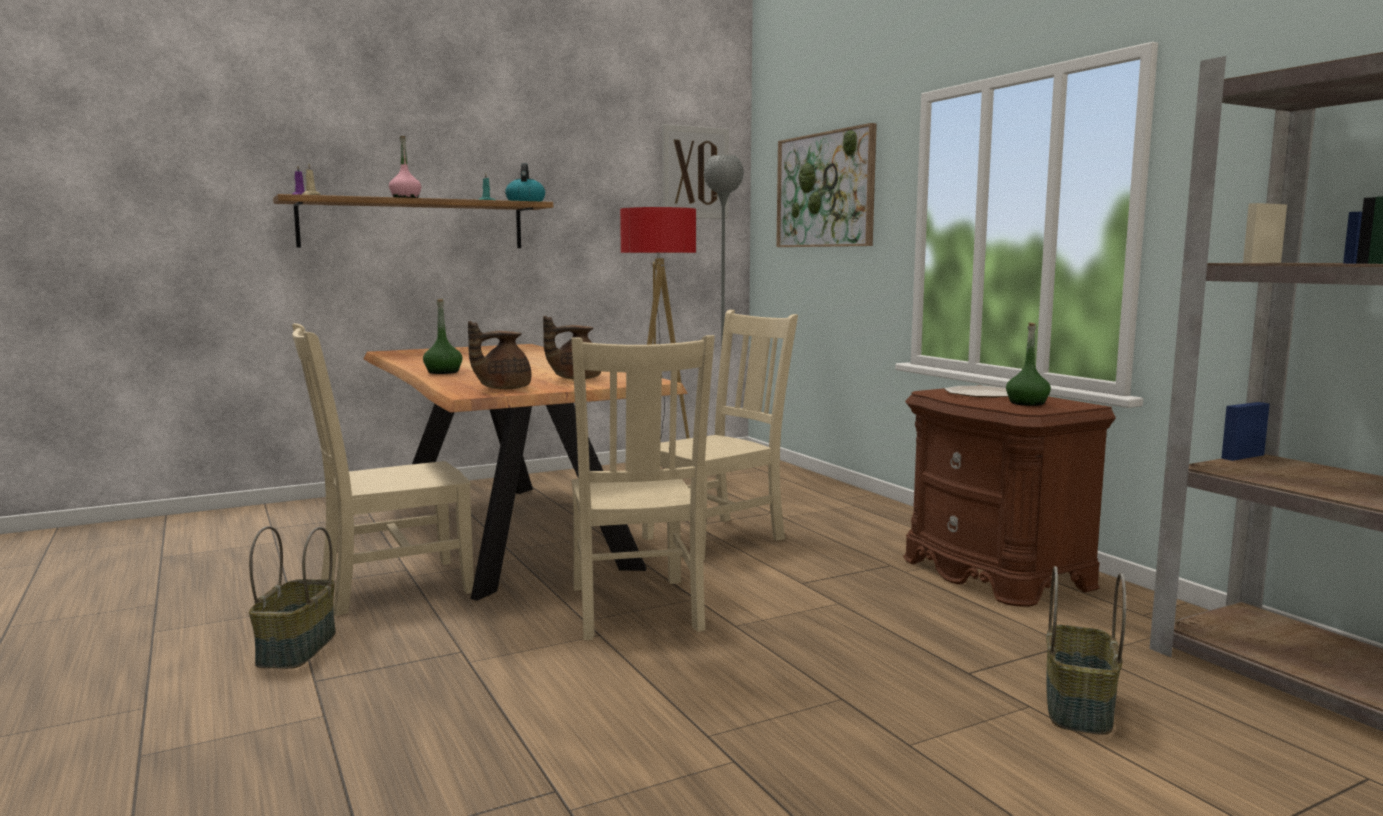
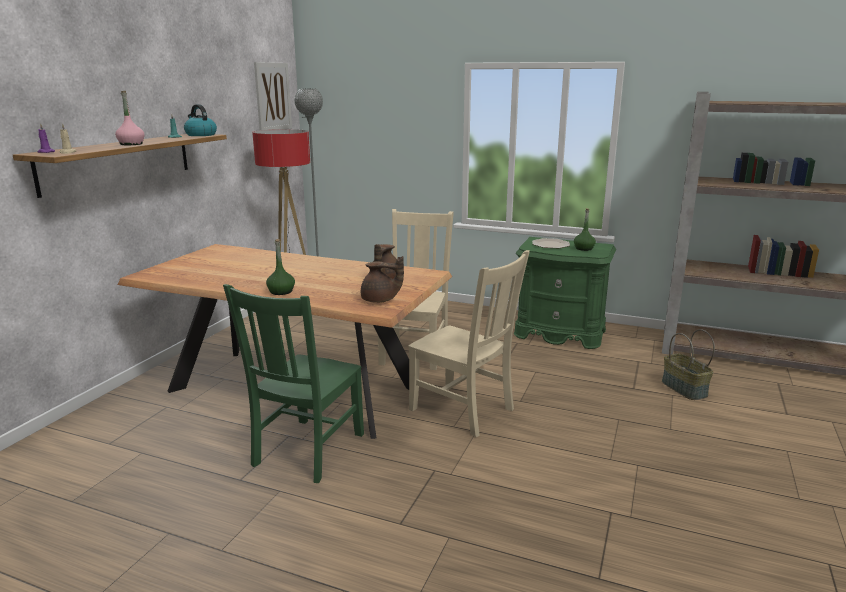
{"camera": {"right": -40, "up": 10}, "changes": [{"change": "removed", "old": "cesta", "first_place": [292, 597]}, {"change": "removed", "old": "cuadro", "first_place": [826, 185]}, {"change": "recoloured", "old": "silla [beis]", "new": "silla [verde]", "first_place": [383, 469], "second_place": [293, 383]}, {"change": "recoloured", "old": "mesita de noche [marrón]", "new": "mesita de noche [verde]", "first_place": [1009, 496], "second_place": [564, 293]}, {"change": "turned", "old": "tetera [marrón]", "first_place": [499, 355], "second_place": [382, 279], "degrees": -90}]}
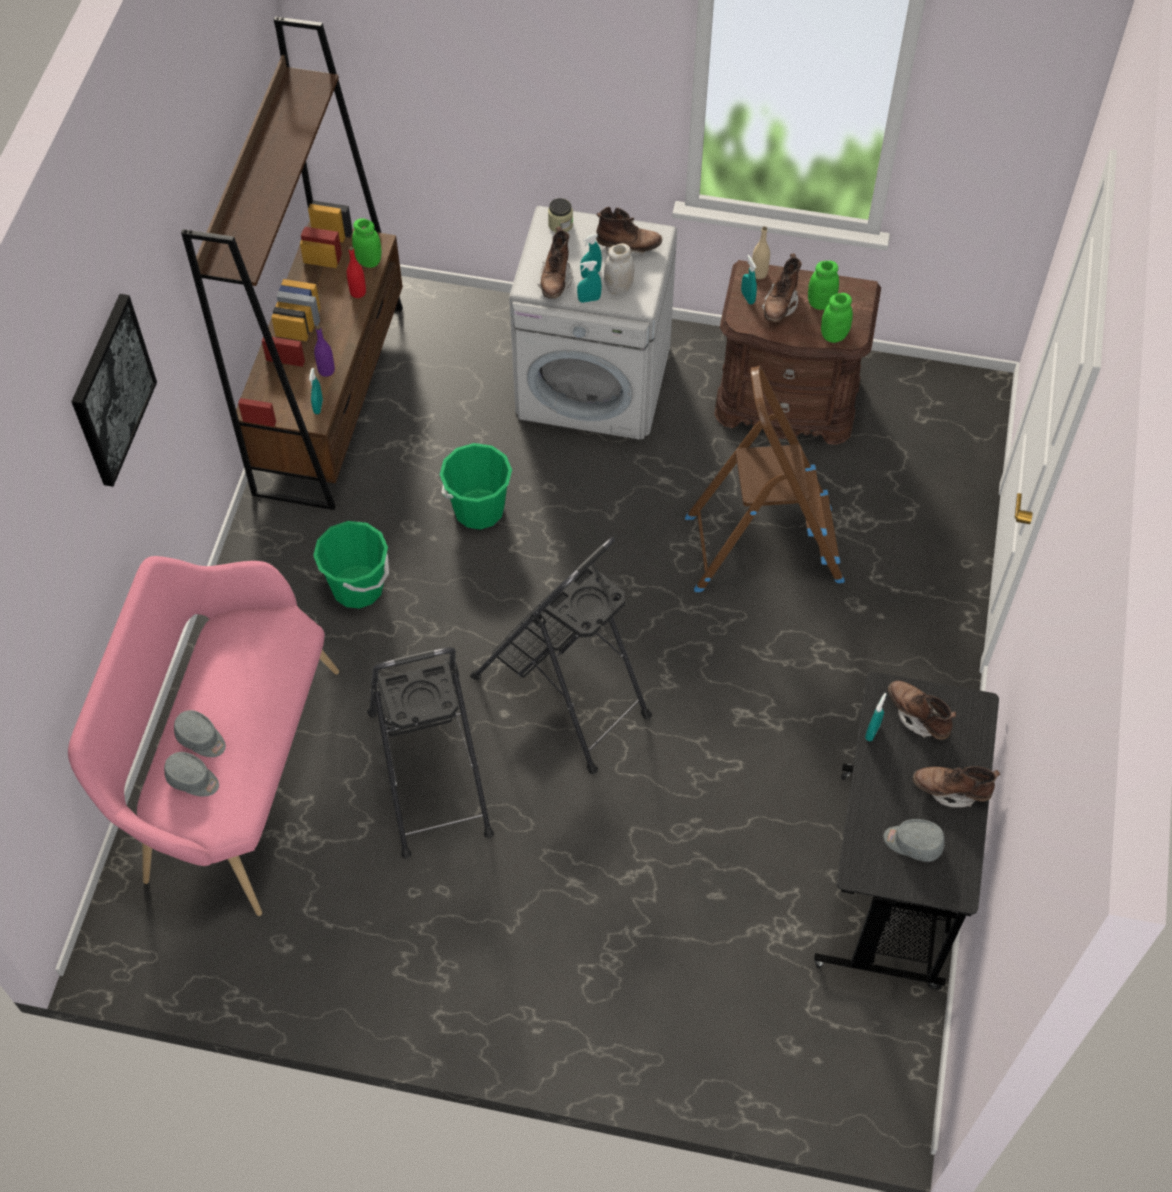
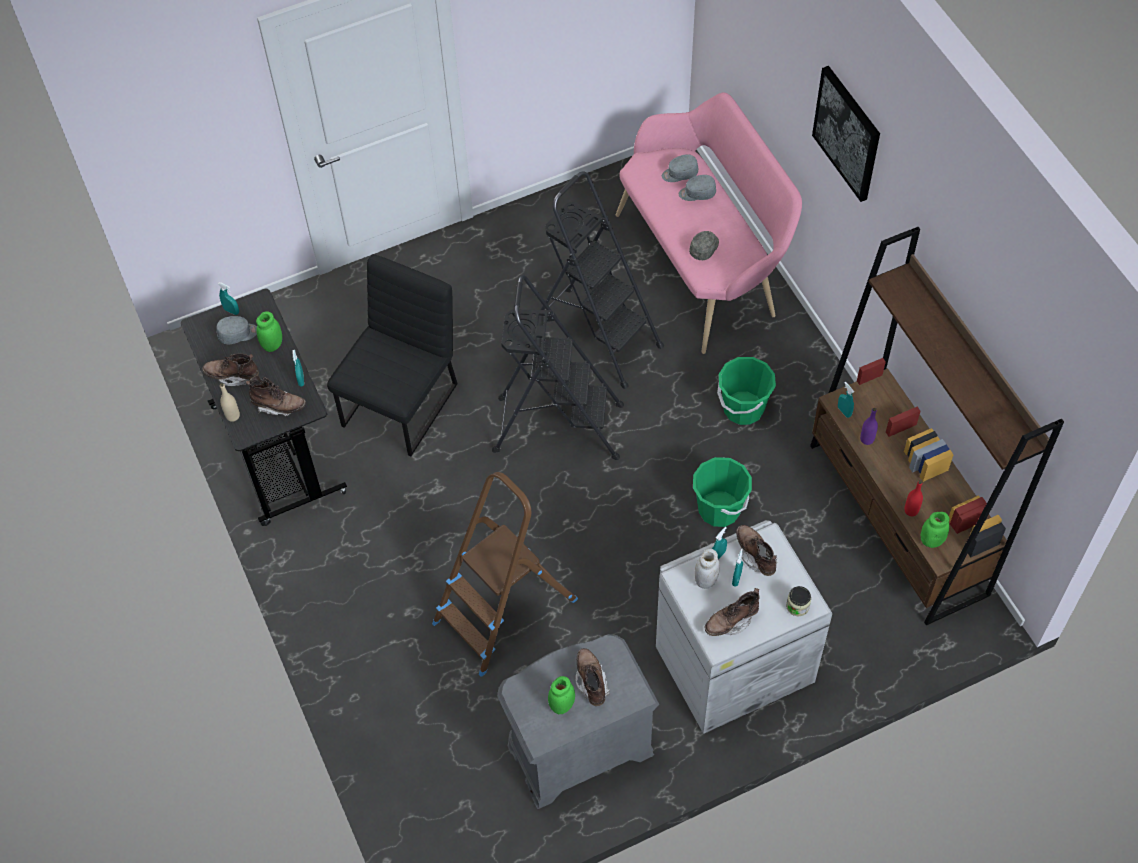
{"camera": {"right": 145, "up": 0}, "changes": [{"change": "added", "new": "silla [negro]", "second_place": [392, 355]}, {"change": "added", "new": "gorra [gris]", "second_place": [704, 245]}, {"change": "moved", "old": "pulverizador [turquesa]", "first_place": [749, 279], "second_place": [228, 298]}, {"change": "moved", "old": "botella [beis]", "first_place": [761, 252], "second_place": [230, 402]}, {"change": "moved", "old": "tarro [verde]", "first_place": [837, 318], "second_place": [269, 331]}, {"change": "recoloured", "old": "mesita de noche [marrón]", "new": "mesita de noche [gris]", "first_place": [797, 352], "second_place": [578, 721]}, {"change": "turned", "old": "bota [marrón]", "first_place": [956, 786], "second_place": [230, 369], "degrees": -150}]}
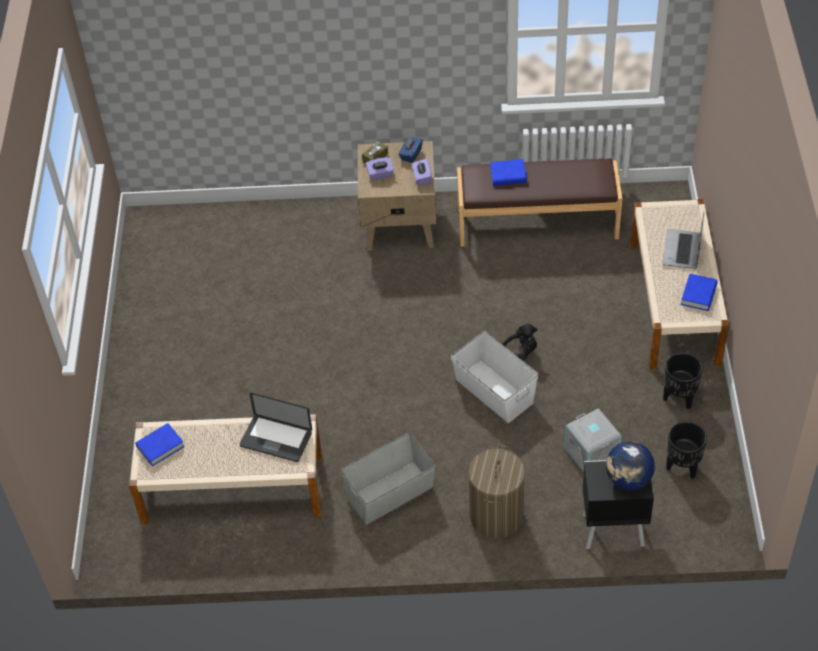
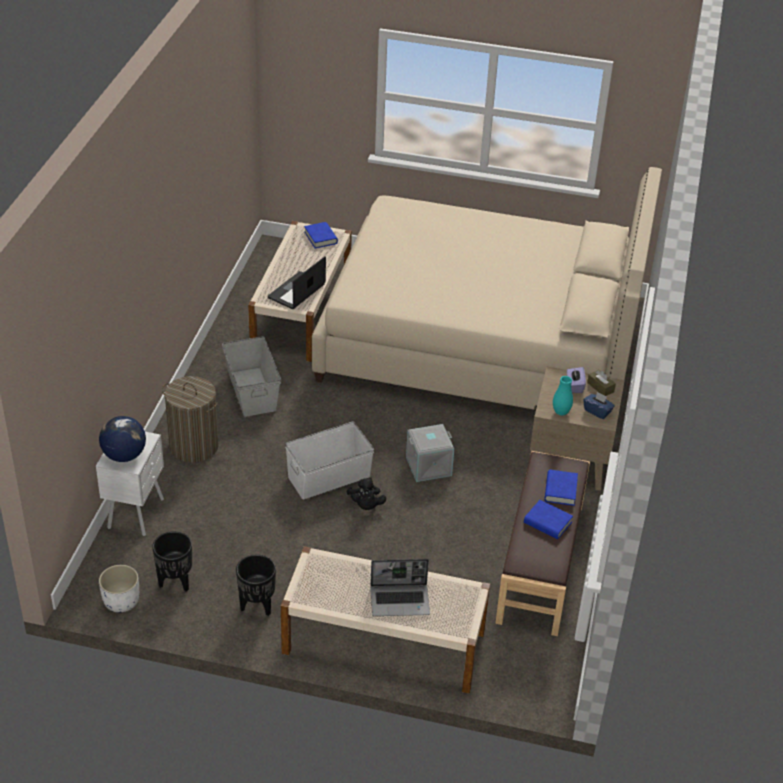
{"camera": {"right": 100, "up": -10}, "changes": [{"change": "added", "new": "maceta [blanco]", "second_place": [119, 589]}, {"change": "added", "new": "cama [beis]", "second_place": [487, 288]}, {"change": "moved", "old": "caja de almacenaje [gris]", "first_place": [593, 440], "second_place": [430, 453]}, {"change": "moved", "old": "libro [azul]", "first_place": [699, 292], "second_place": [548, 519]}, {"change": "replaced", "old": "caja de pañuelos [morado]", "new": "florero [turquesa]", "first_place": [422, 171], "second_place": [563, 395]}, {"change": "recoloured", "old": "mesita de noche [negro]", "new": "mesita de noche [blanco]", "first_place": [618, 504], "second_place": [130, 484]}, {"change": "turned", "old": "portátil", "first_place": [683, 240], "second_place": [400, 587], "degrees": 150}]}
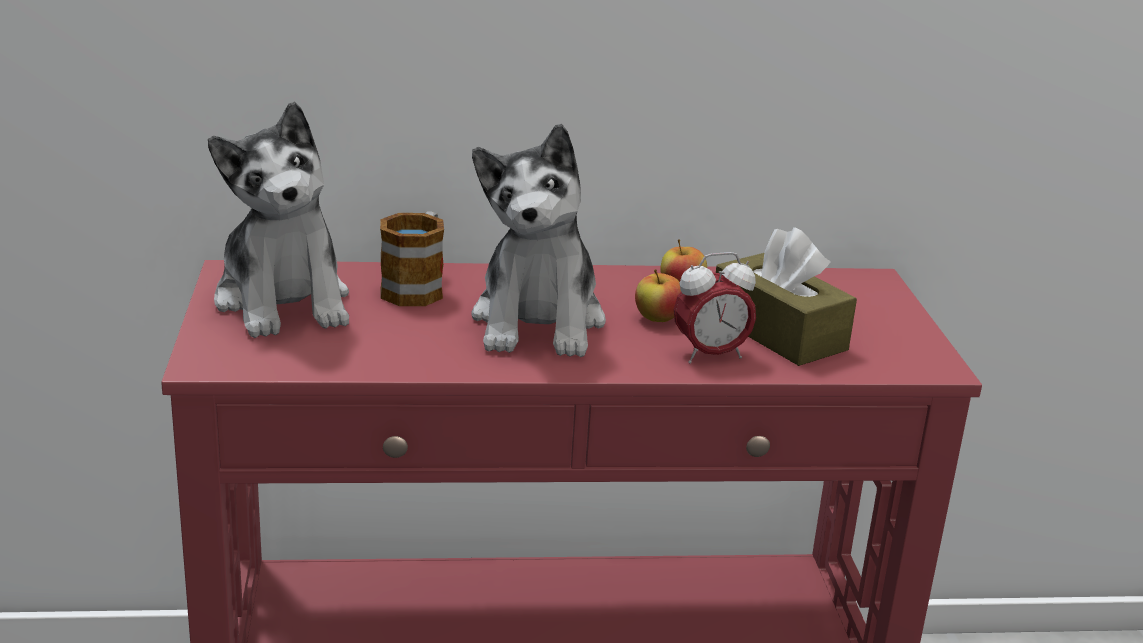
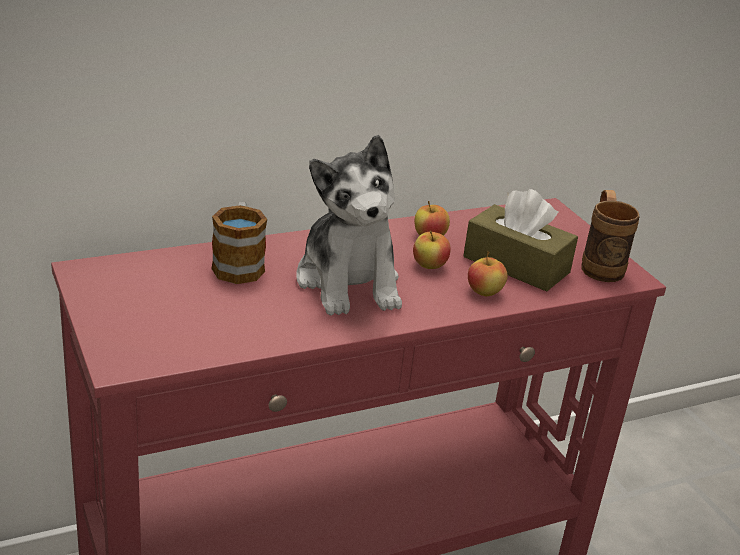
{"camera": {"right": -20, "up": 5}, "changes": [{"change": "removed", "old": "peluche", "first_place": [278, 219]}, {"change": "added", "new": "taza grande [marrón]", "second_place": [610, 236]}, {"change": "replaced", "old": "despertador", "new": "manzana", "first_place": [715, 308], "second_place": [488, 273]}]}
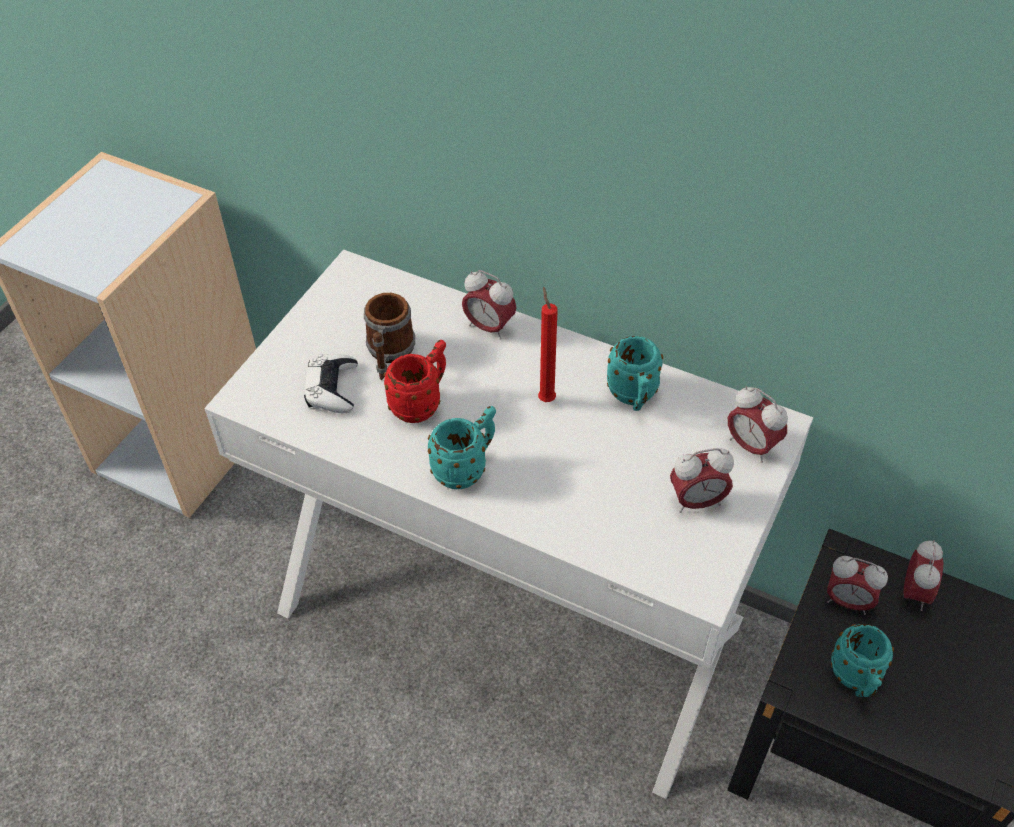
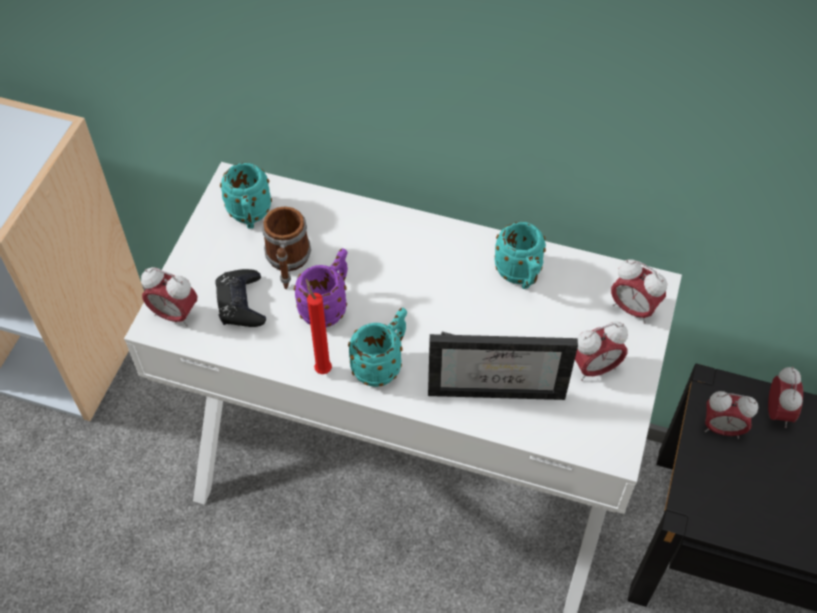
{"camera": {"right": -10, "up": 5}, "changes": [{"change": "added", "new": "portarretratos", "second_place": [503, 365]}, {"change": "moved", "old": "despertador", "first_place": [489, 305], "second_place": [169, 297]}, {"change": "moved", "old": "vela [rojo]", "first_place": [548, 344], "second_place": [319, 326]}, {"change": "moved", "old": "taza grande [turquesa]", "first_place": [862, 660], "second_place": [246, 196]}, {"change": "recoloured", "old": "mando de consola [blanco]", "new": "mando de consola [negro]", "first_place": [331, 383], "second_place": [240, 298]}, {"change": "recoloured", "old": "taza grande [rojo]", "new": "taza grande [morado]", "first_place": [415, 381], "second_place": [321, 287]}]}
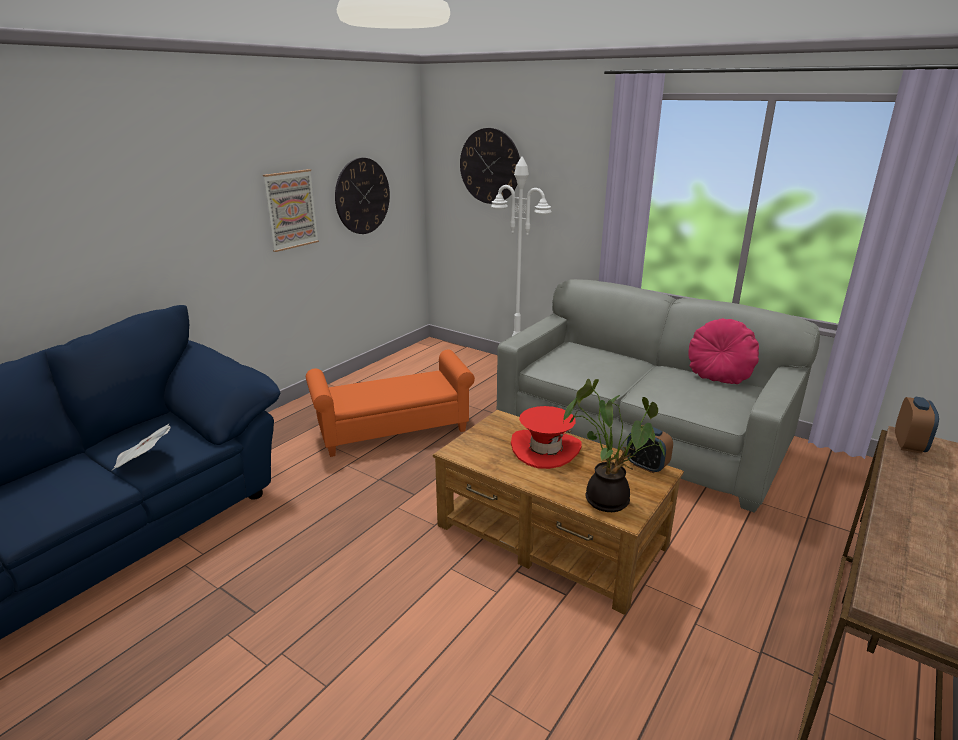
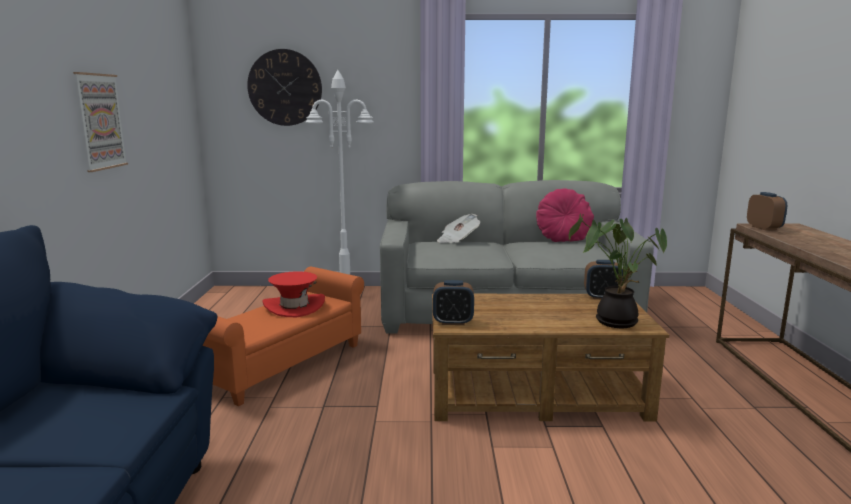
{"camera": {"right": -35, "up": -10}, "changes": [{"change": "removed", "old": "reloj de pared", "first_place": [362, 196]}, {"change": "added", "new": "despertador", "second_place": [453, 302]}, {"change": "moved", "old": "periódico", "first_place": [141, 446], "second_place": [458, 228]}, {"change": "moved", "old": "sombrero [rojo]", "first_place": [546, 437], "second_place": [293, 294]}]}
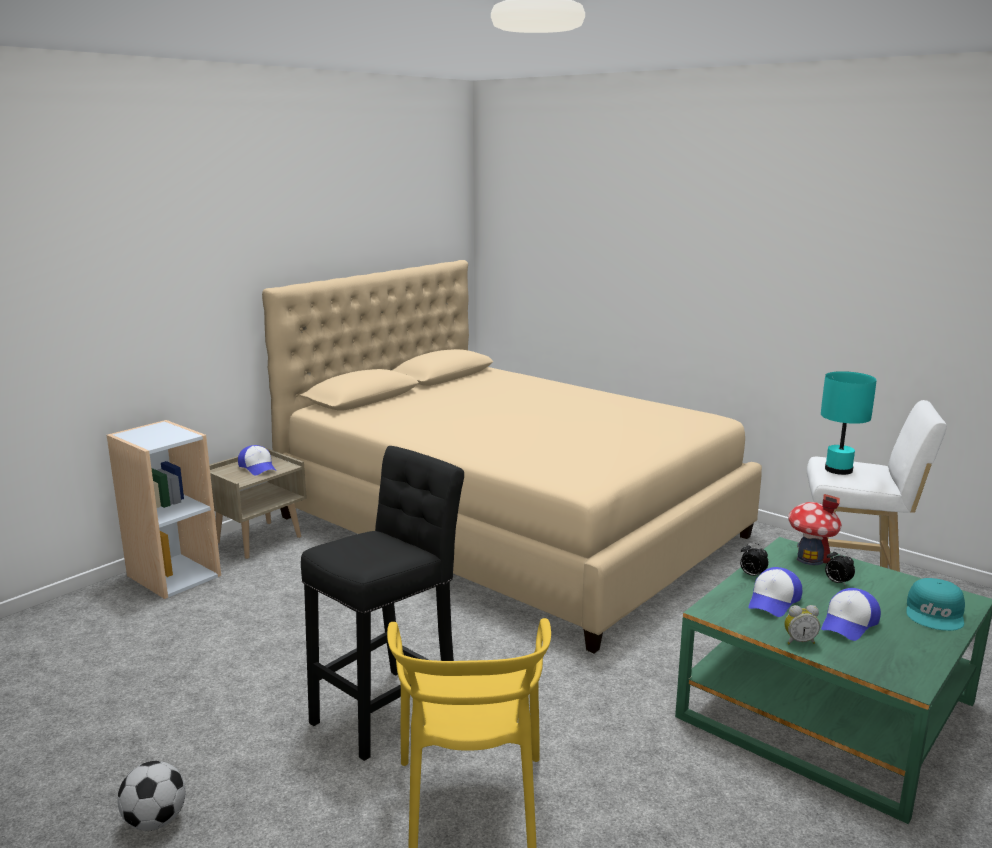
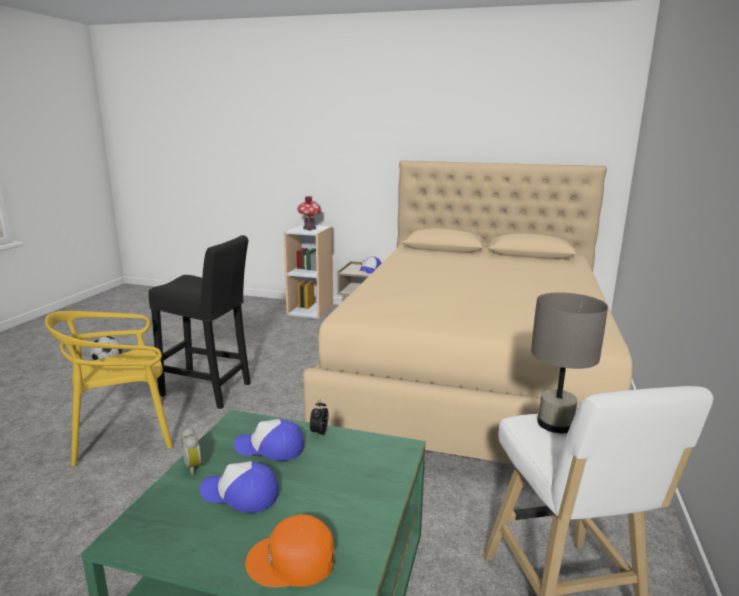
{"camera": {"right": 65, "up": 0}, "changes": [{"change": "removed", "old": "despertador", "first_place": [840, 567]}, {"change": "moved", "old": "casita", "first_place": [815, 529], "second_place": [309, 213]}, {"change": "recoloured", "old": "lámpara de mesa [turquesa]", "new": "lámpara de mesa [gris]", "first_place": [849, 423], "second_place": [569, 362]}, {"change": "recoloured", "old": "gorra [turquesa]", "new": "gorra [naranja]", "first_place": [935, 604], "second_place": [290, 550]}]}
